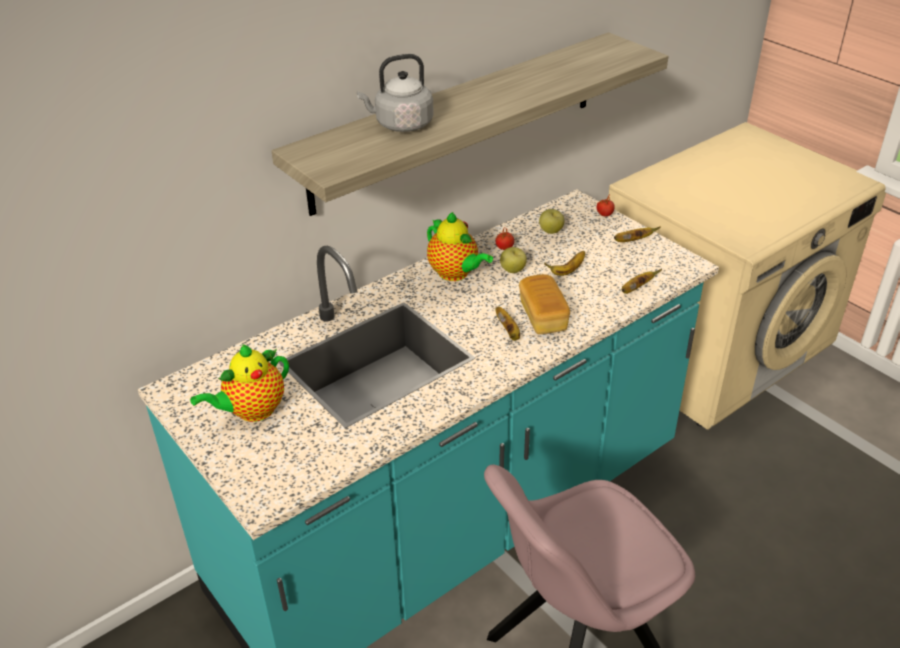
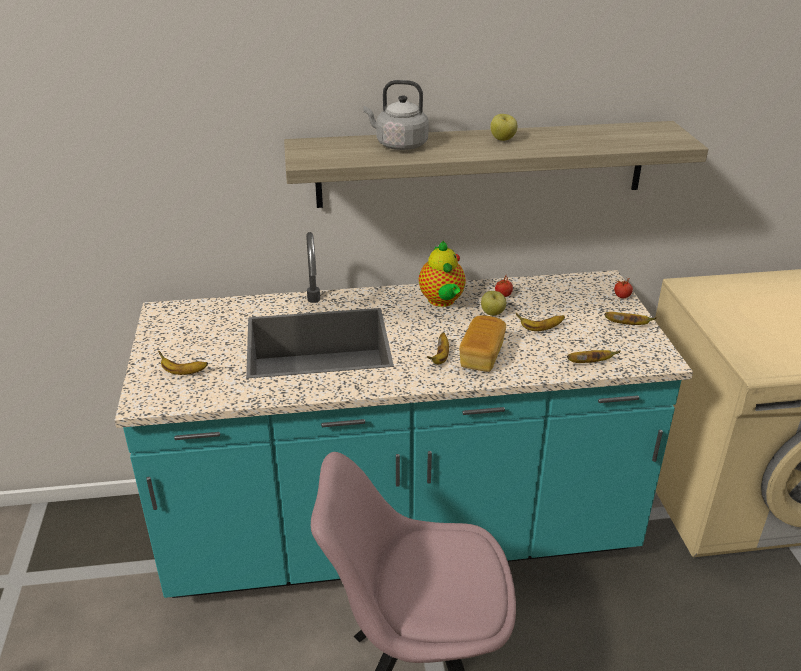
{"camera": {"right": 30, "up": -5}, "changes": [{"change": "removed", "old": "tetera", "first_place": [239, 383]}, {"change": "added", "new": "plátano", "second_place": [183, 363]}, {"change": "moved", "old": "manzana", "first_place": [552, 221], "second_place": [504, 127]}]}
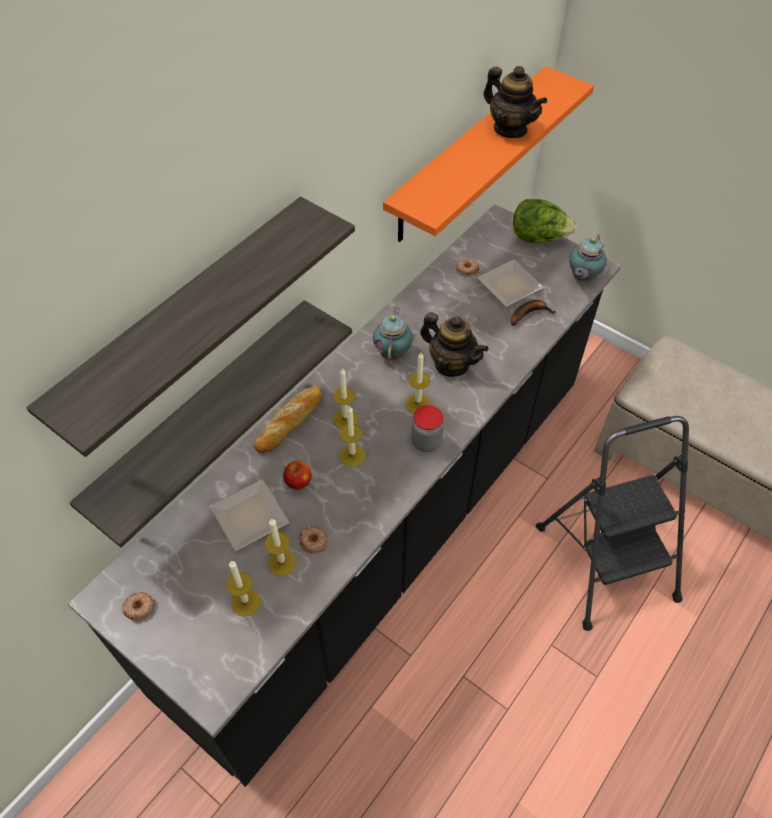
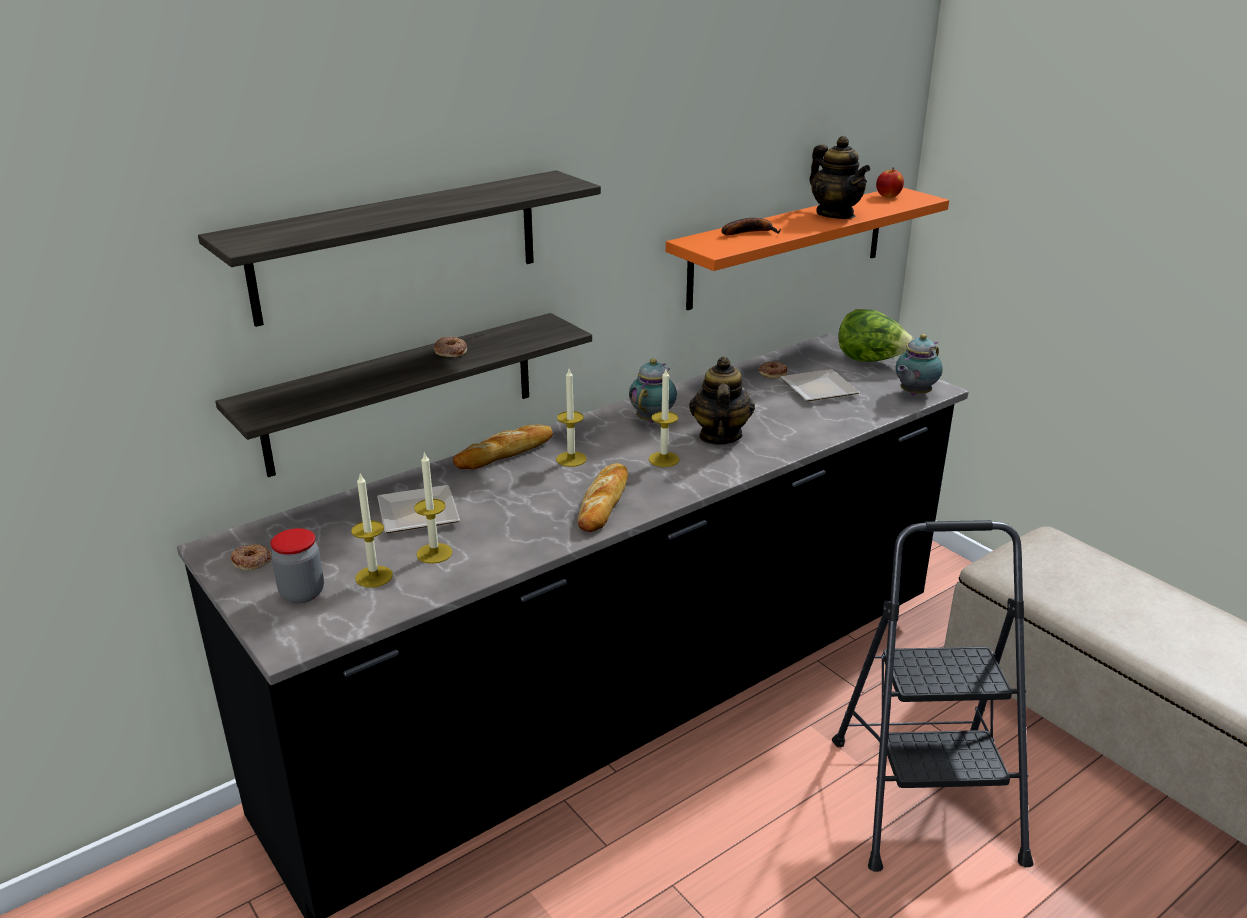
{"camera": {"right": 15, "up": -25}, "changes": [{"change": "removed", "old": "vela", "first_place": [352, 436]}, {"change": "added", "new": "pan", "second_place": [603, 497]}, {"change": "moved", "old": "manzana", "first_place": [297, 475], "second_place": [890, 182]}, {"change": "moved", "old": "rosquilla", "first_place": [314, 539], "second_place": [450, 346]}, {"change": "moved", "old": "tarro", "first_place": [427, 428], "second_place": [297, 565]}, {"change": "moved", "old": "plátano", "first_place": [533, 313], "second_place": [751, 226]}, {"change": "turned", "old": "tetera", "first_place": [454, 344], "second_place": [722, 400], "degrees": -135}]}
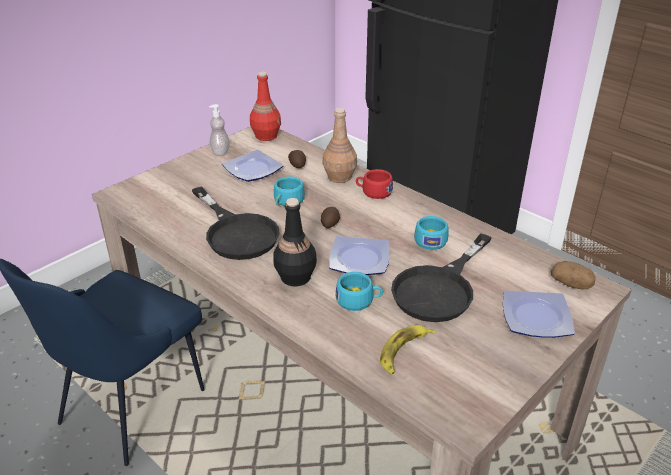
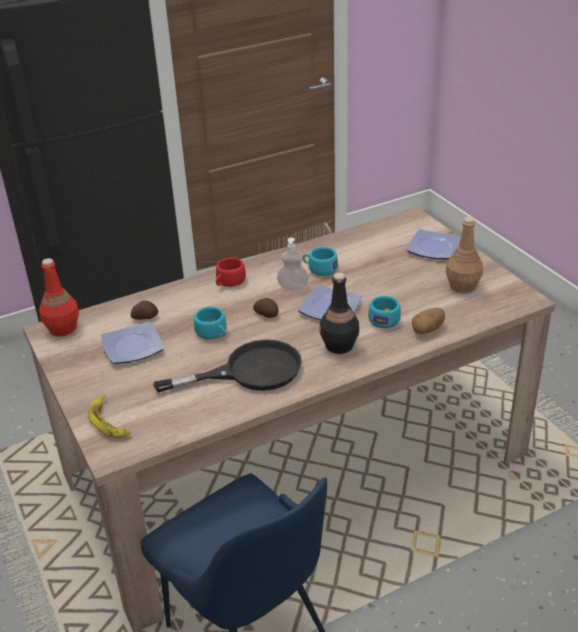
{"camera": {"right": -70, "up": 0}, "changes": [{"change": "removed", "old": "sartén [negro]", "first_place": [441, 277]}, {"change": "moved", "old": "dispensador de jabón", "first_place": [219, 130], "second_place": [293, 264]}, {"change": "moved", "old": "botella [marrón]", "first_place": [339, 145], "second_place": [464, 255]}, {"change": "moved", "old": "plátano", "first_place": [408, 349], "second_place": [109, 416]}, {"change": "moved", "old": "patata", "first_place": [573, 275], "second_place": [428, 320]}]}
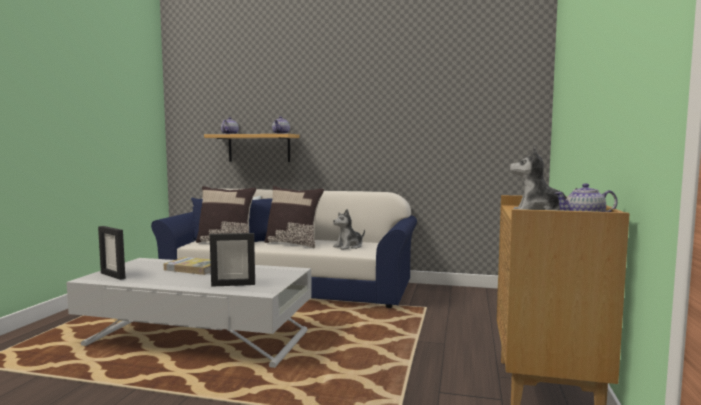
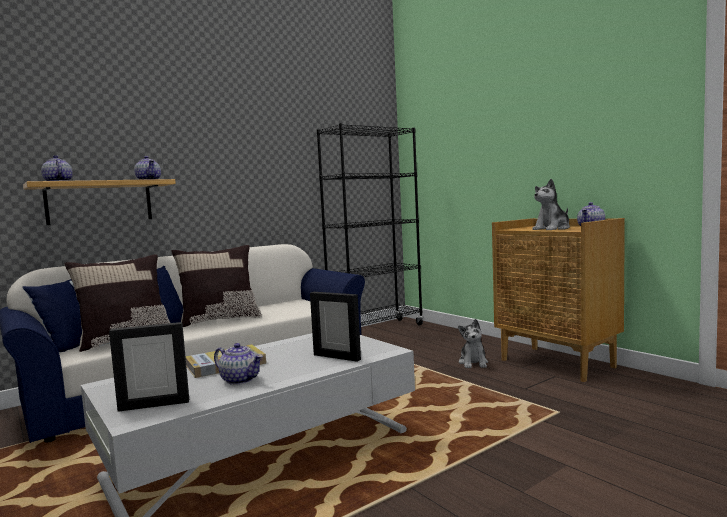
{"camera": {"right": -50, "up": 0}, "changes": [{"change": "added", "new": "tetera", "second_place": [238, 364]}, {"change": "added", "new": "estantería [negro]", "second_place": [369, 224]}, {"change": "moved", "old": "peluche", "first_place": [349, 229], "second_place": [473, 343]}, {"change": "turned", "old": "portarretratos", "first_place": [232, 260], "second_place": [335, 327], "degrees": 90}]}
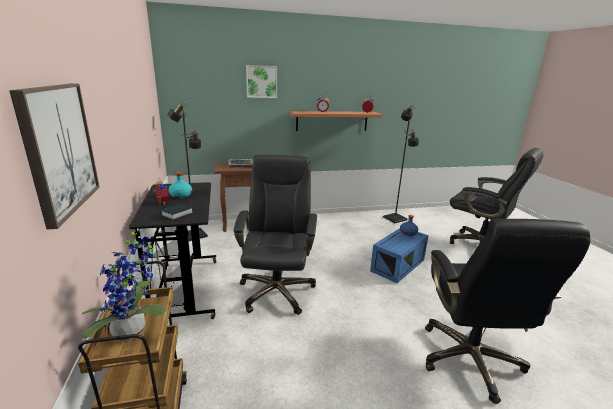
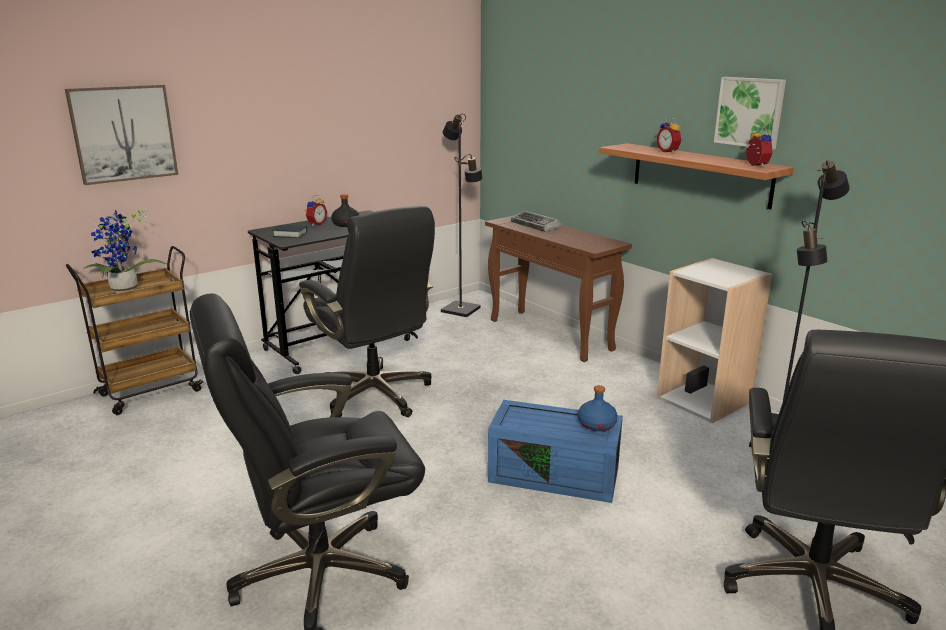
{"camera": {"right": 65, "up": 0}, "changes": [{"change": "added", "new": "estantería", "second_place": [714, 340]}, {"change": "moved", "old": "cuadro", "first_place": [261, 81], "second_place": [750, 113]}, {"change": "recoloured", "old": "botella [turquesa]", "new": "botella [negro]", "first_place": [180, 185], "second_place": [345, 210]}, {"change": "turned", "old": "silla de oficina [negro]", "first_place": [275, 235], "second_place": [367, 311], "degrees": 75}]}
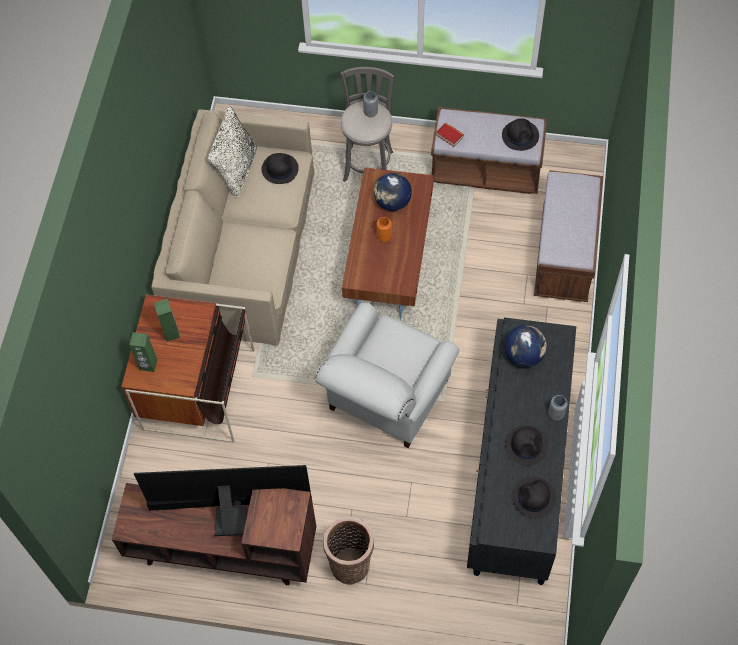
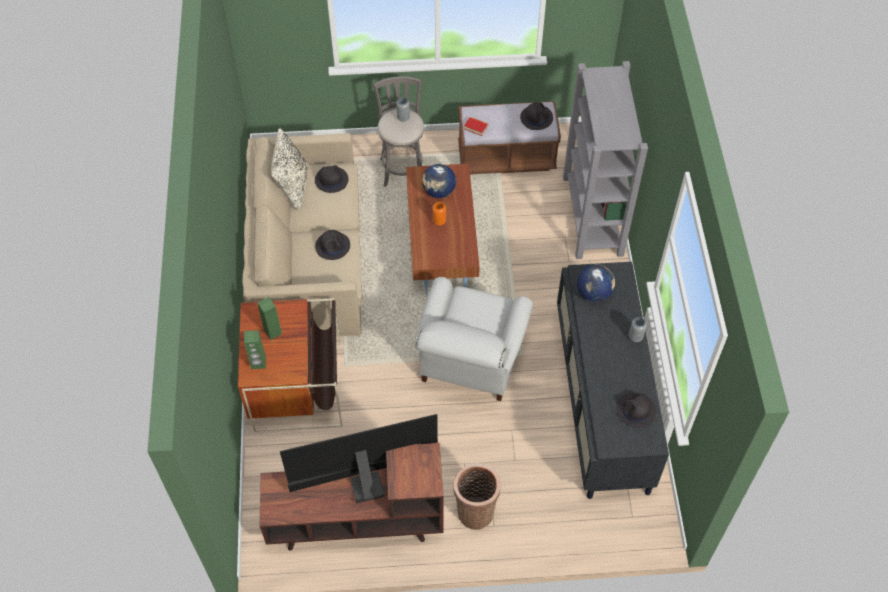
{"camera": {"right": -15, "up": -5}, "changes": [{"change": "moved", "old": "sombrero [negro]", "first_place": [527, 445], "second_place": [332, 245]}, {"change": "replaced", "old": "banco [marrón]", "new": "estantería [gris]", "first_place": [568, 236], "second_place": [605, 160]}]}
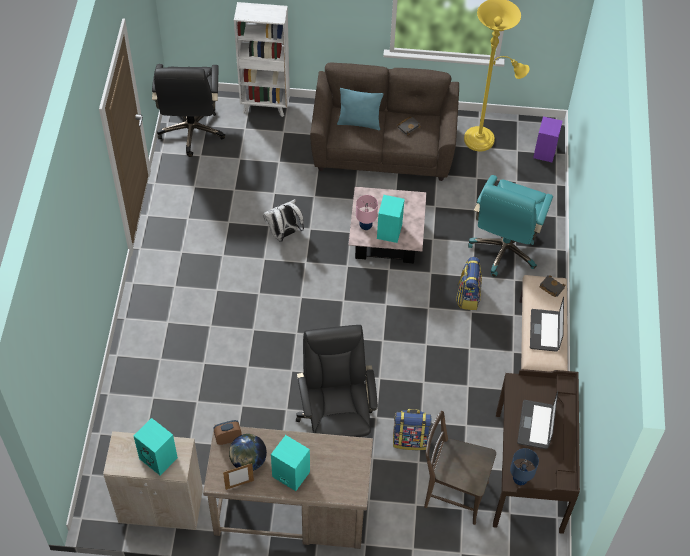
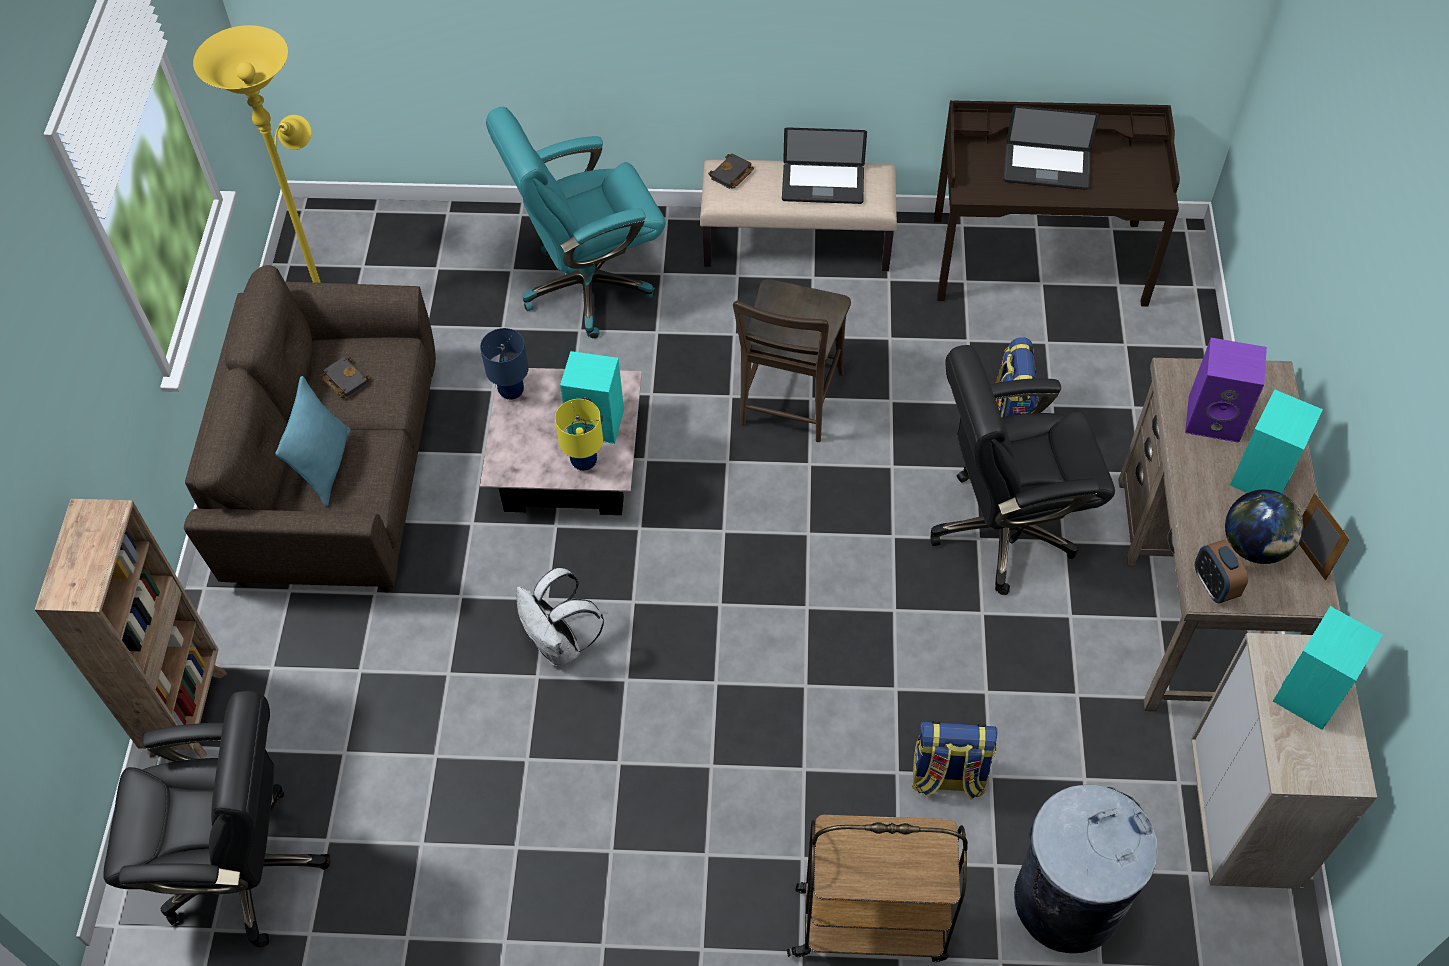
{"camera": {"right": -90, "up": 0}, "changes": [{"change": "added", "new": "carrito [marrón]", "second_place": [877, 888]}, {"change": "added", "new": "papelera [gris]", "second_place": [1086, 869]}, {"change": "moved", "old": "silla [marrón]", "first_place": [460, 468], "second_place": [792, 360]}, {"change": "moved", "old": "mochila", "first_place": [469, 283], "second_place": [955, 760]}, {"change": "moved", "old": "lámpara de mesa [azul]", "first_place": [524, 466], "second_place": [504, 364]}, {"change": "moved", "old": "altavoz [morado]", "first_place": [547, 139], "second_place": [1226, 390]}, {"change": "recoloured", "old": "estantería [blanco]", "new": "estantería [marrón]", "first_place": [262, 59], "second_place": [131, 629]}, {"change": "recoloured", "old": "lámpara de mesa [rosa]", "new": "lámpara de mesa [amarillo]", "first_place": [367, 212], "second_place": [579, 435]}, {"change": "turned", "old": "silla de oficina [turquesa]", "first_place": [510, 226], "second_place": [575, 223], "degrees": 135}]}
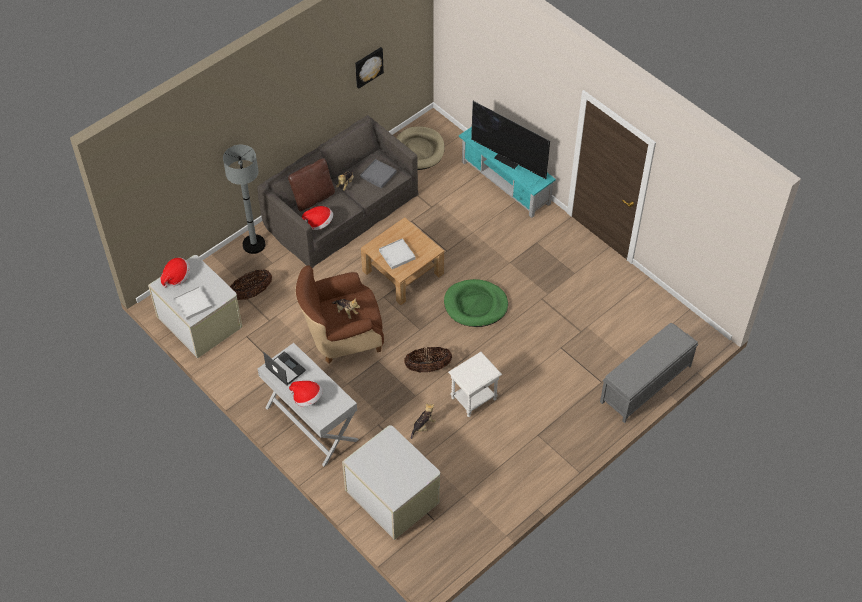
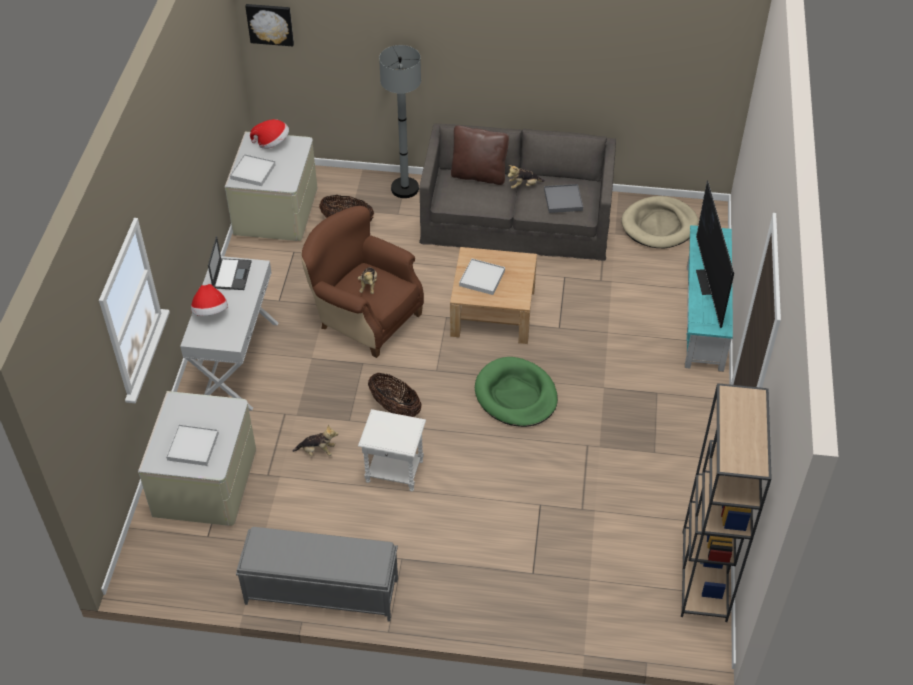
{"camera": {"right": 50, "up": -5}, "changes": [{"change": "removed", "old": "sombrero", "first_place": [317, 218]}, {"change": "added", "new": "bandeja [blanco]", "second_place": [192, 445]}, {"change": "added", "new": "estantería", "second_place": [726, 502]}, {"change": "moved", "old": "cuadro", "first_place": [369, 68], "second_place": [269, 25]}, {"change": "moved", "old": "banco [gris]", "first_place": [649, 373], "second_place": [317, 574]}]}
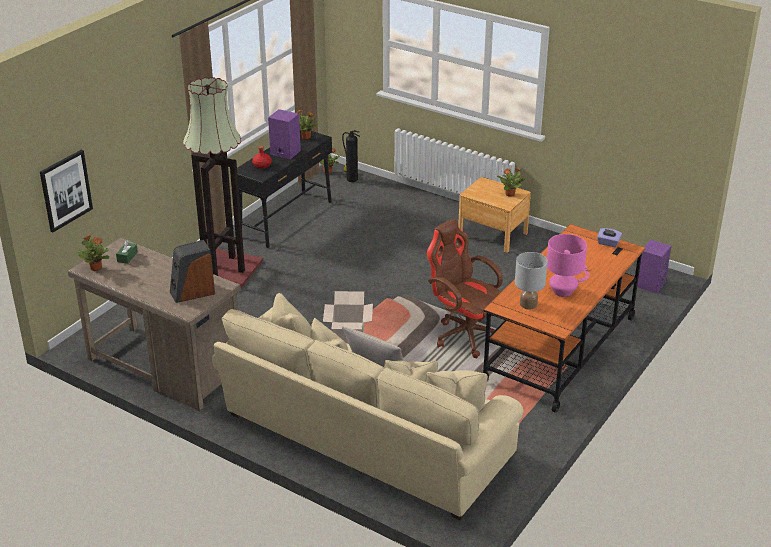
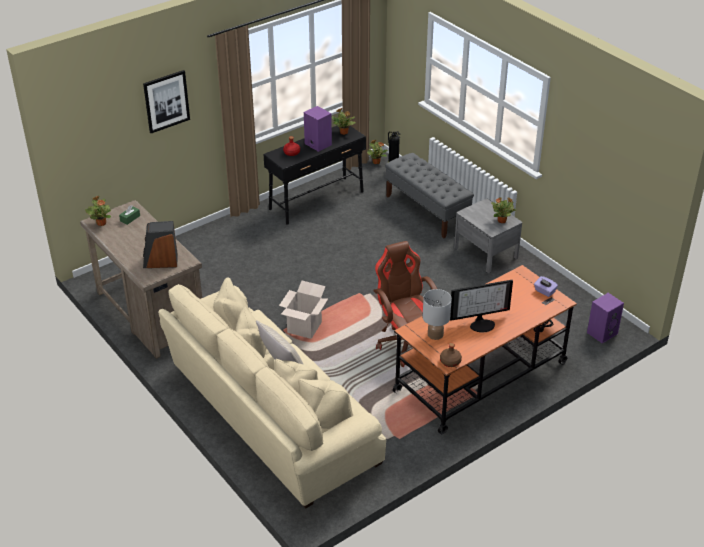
{"camera": {"right": 20, "up": 5}, "changes": [{"change": "removed", "old": "lámpara de pie", "first_place": [223, 182]}, {"change": "added", "new": "banco [gris]", "second_place": [429, 195]}, {"change": "added", "new": "botella [marrón]", "second_place": [451, 355]}, {"change": "moved", "old": "cuadro", "first_place": [66, 190], "second_place": [166, 101]}, {"change": "replaced", "old": "lámpara de mesa [rosa]", "new": "monitor", "first_place": [568, 265], "second_place": [481, 306]}, {"change": "recoloured", "old": "mesita de noche [marrón]", "new": "mesita de noche [gris]", "first_place": [494, 215], "second_place": [488, 235]}]}
